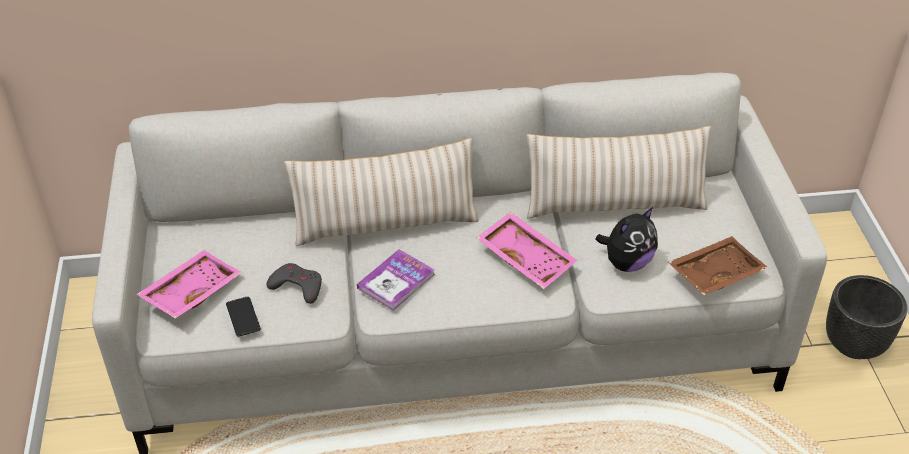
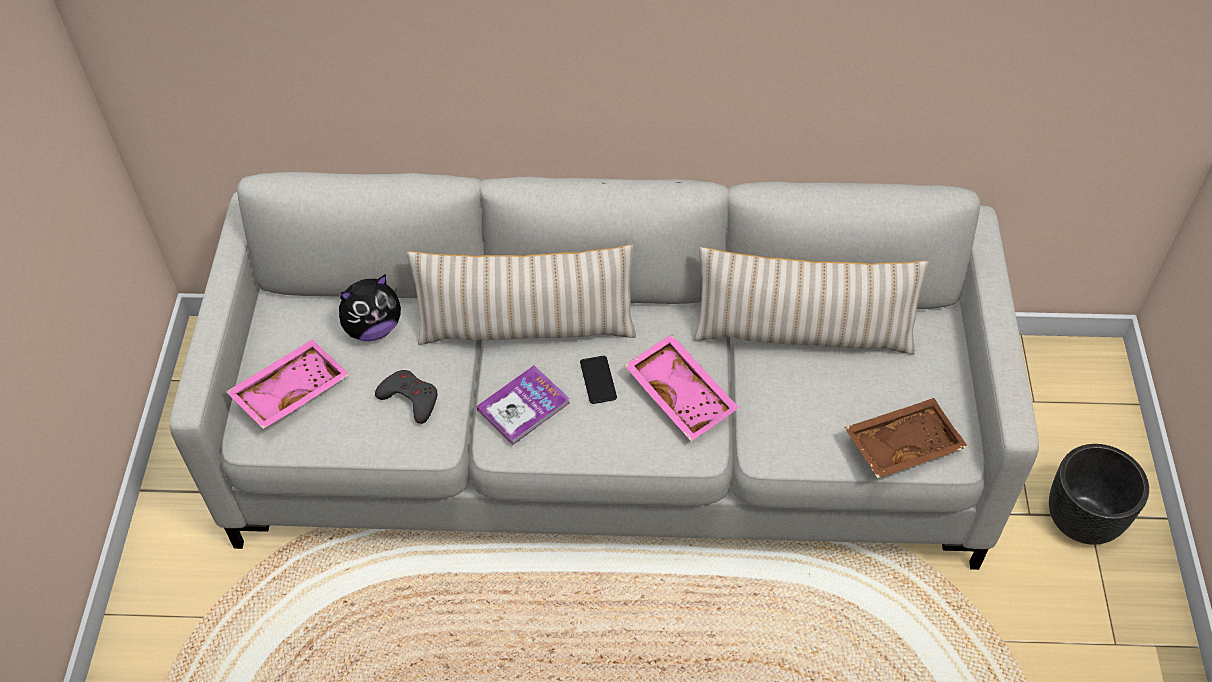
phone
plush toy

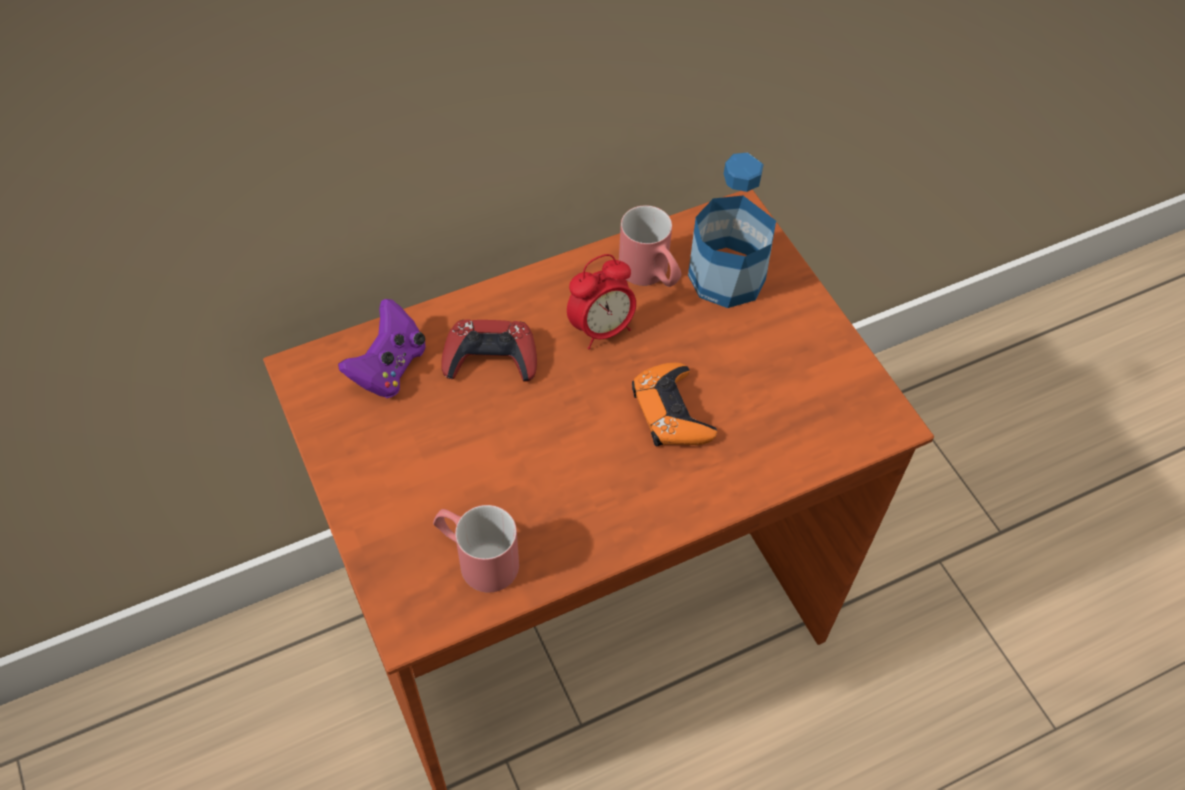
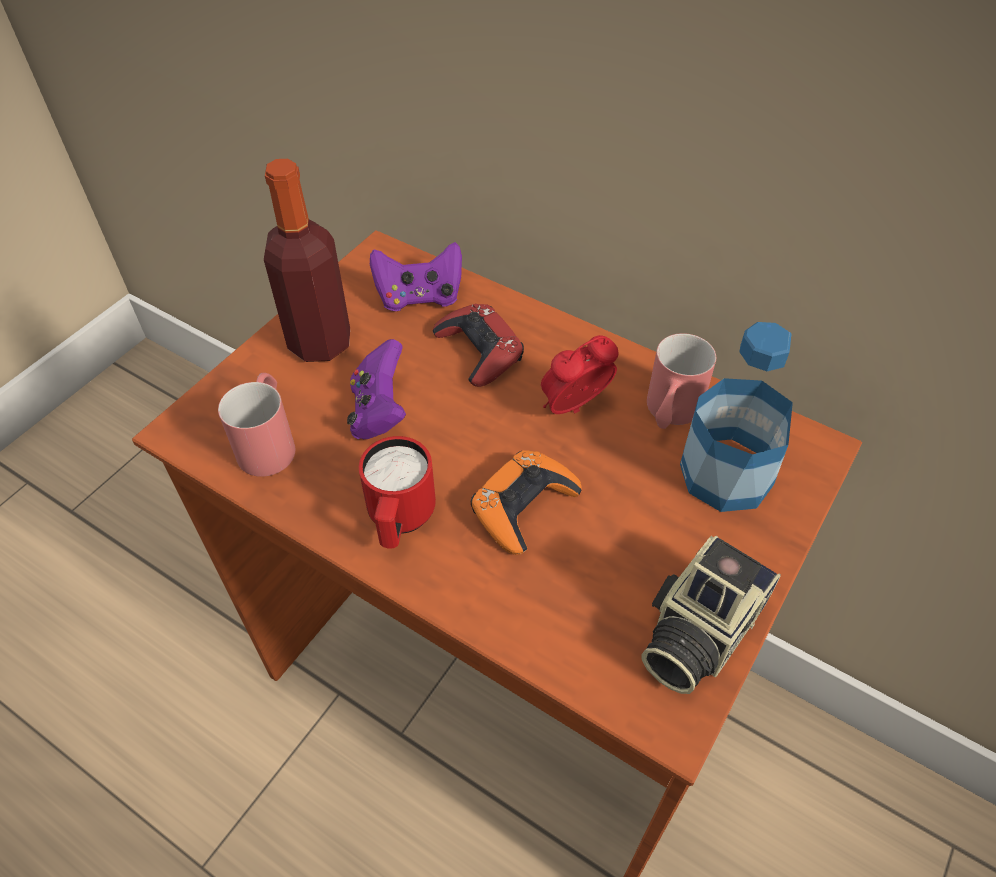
alarm clock
bottle (1st from left)
purple game controller (1st from left)
red mug (2nd from left)
photo camera

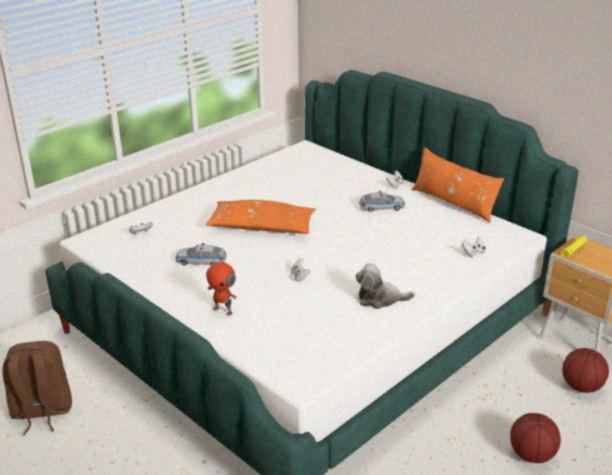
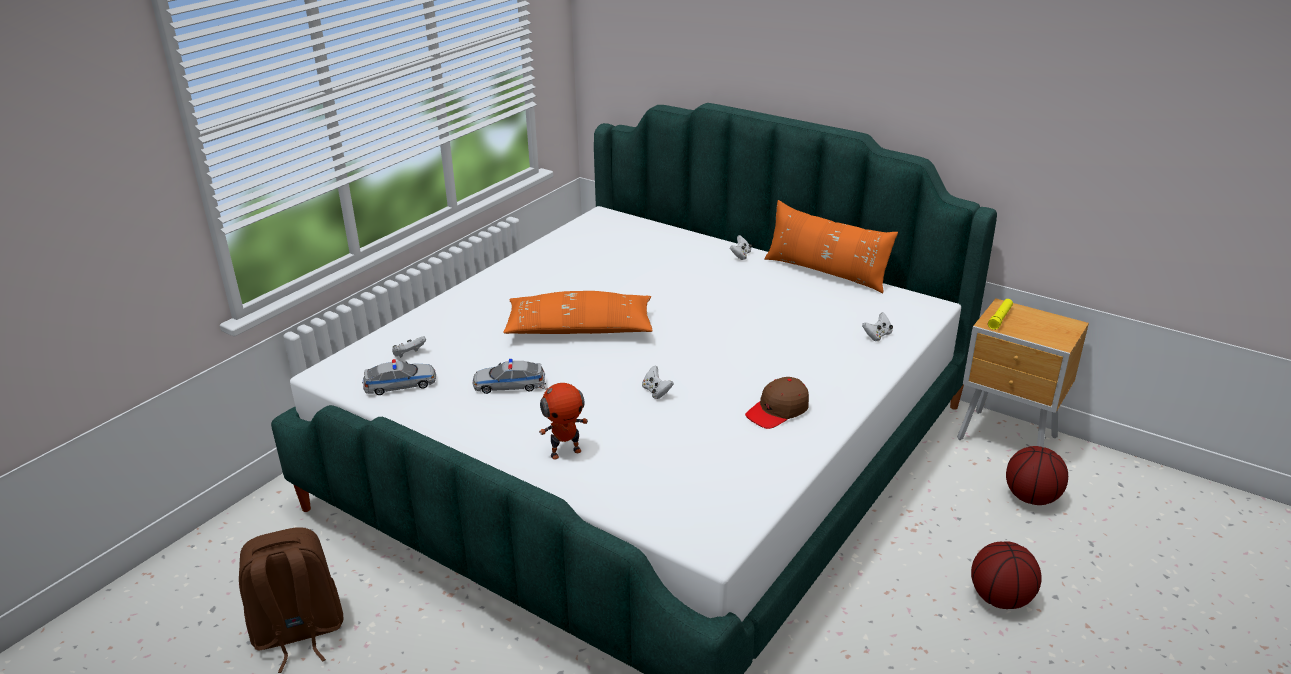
toy robot
brown cap
toy car (1st from left)

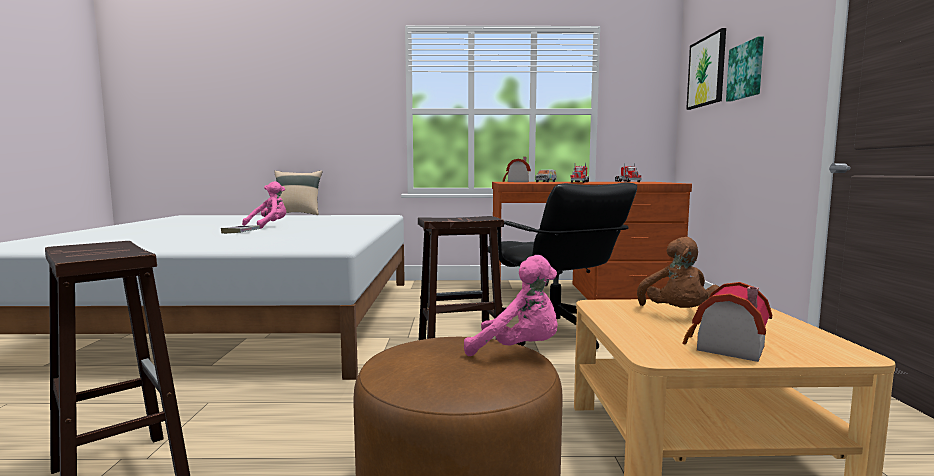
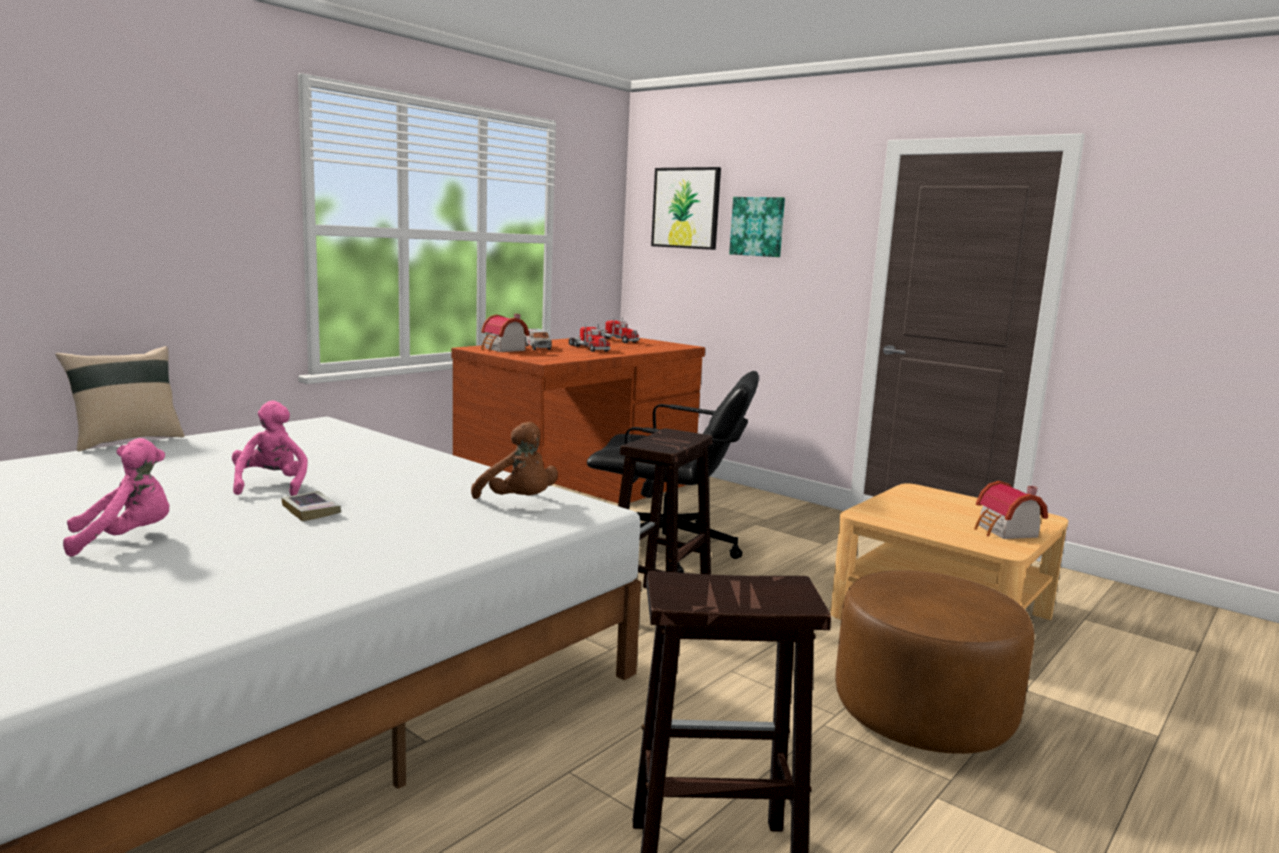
pink plush toy (1st from left)
brown plush toy

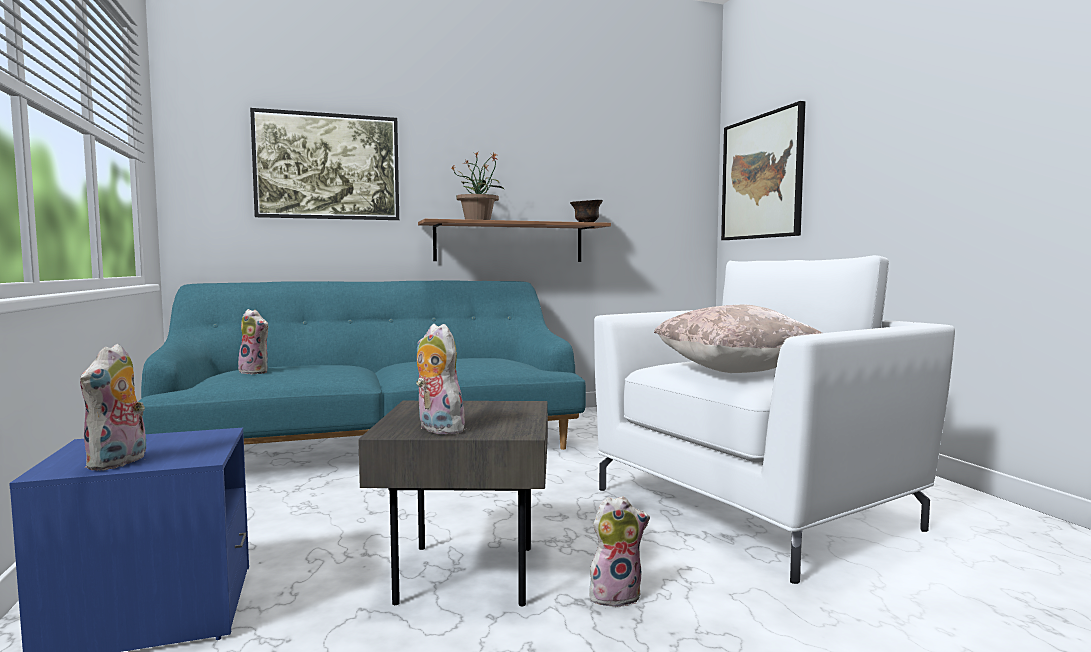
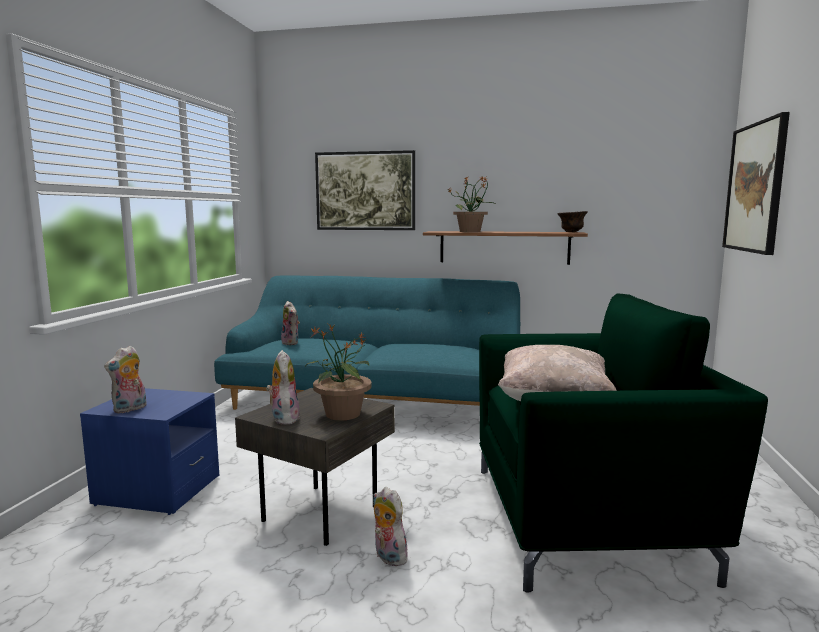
plush toy (4th from left)
green armchair
potted plant (1st from left)

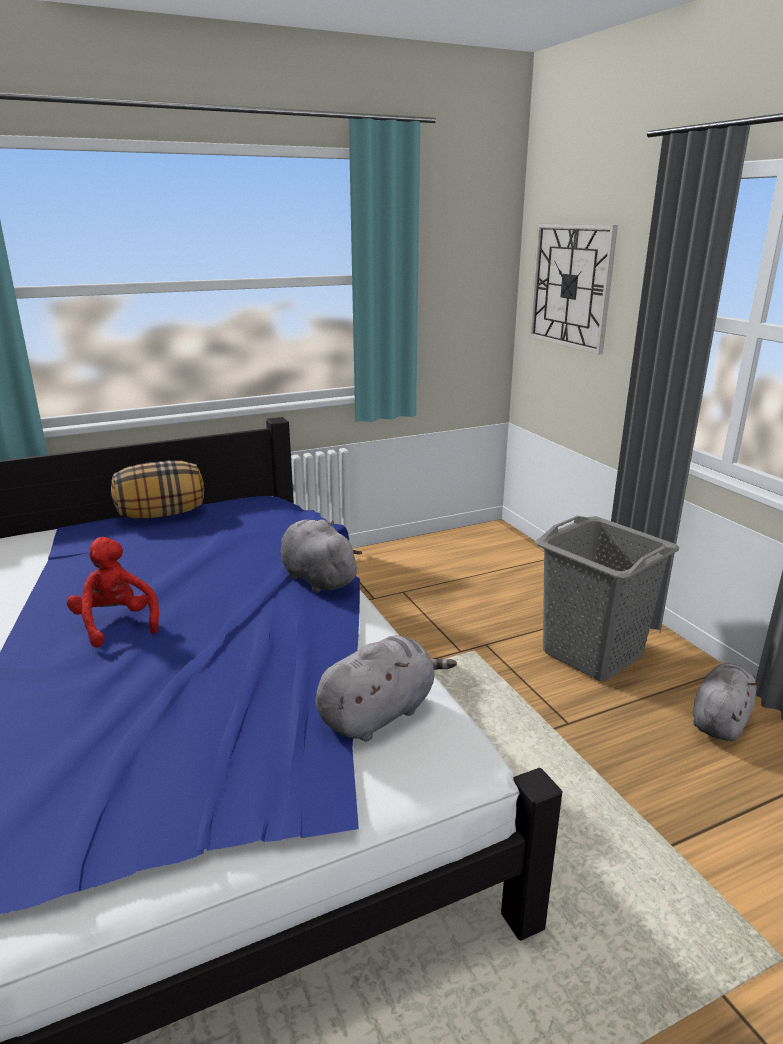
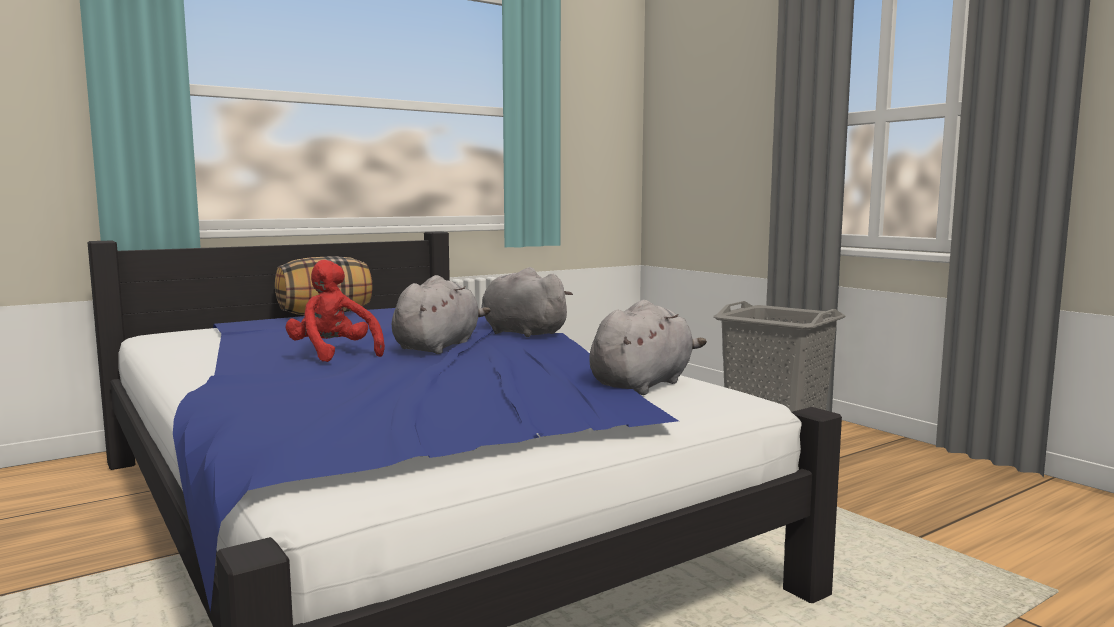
wall clock
grey plush toy (1st from left)

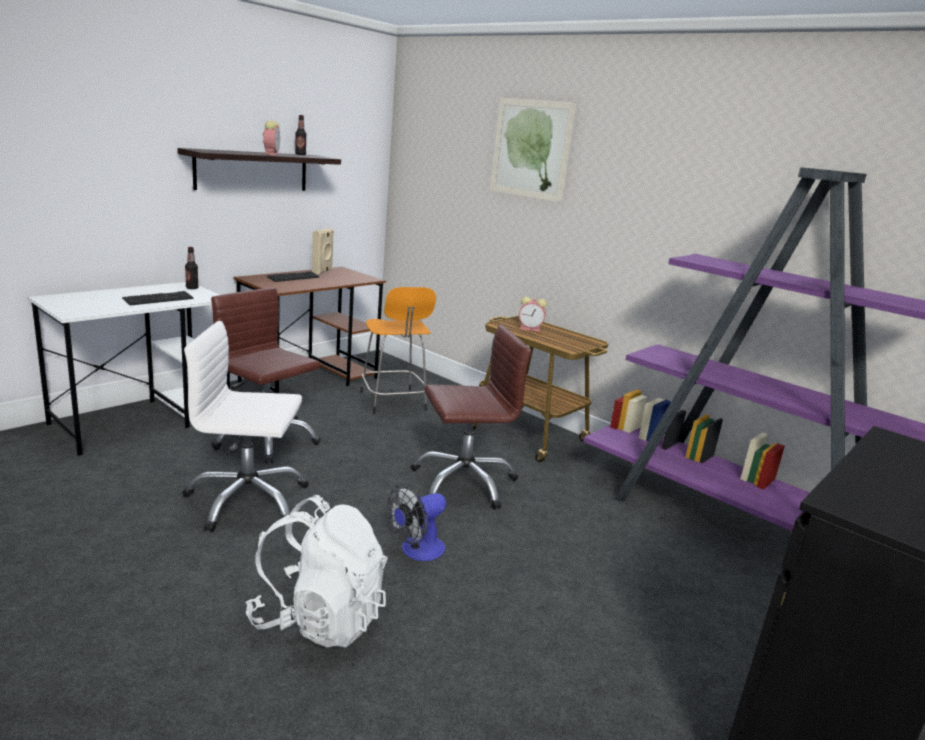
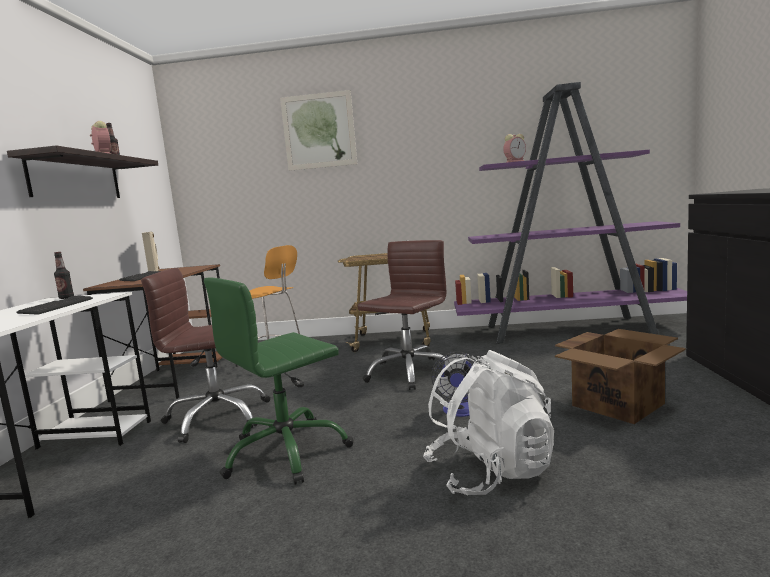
green office chair
alarm clock (2nd from left)
cardboard box

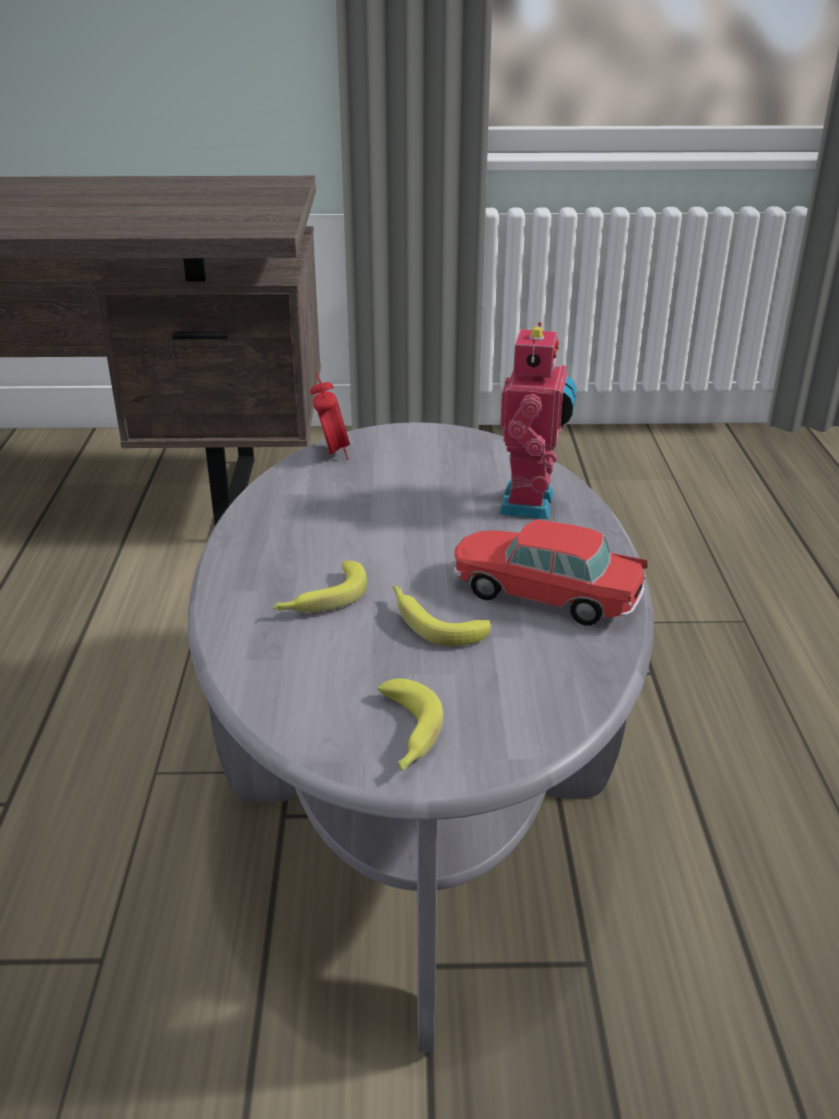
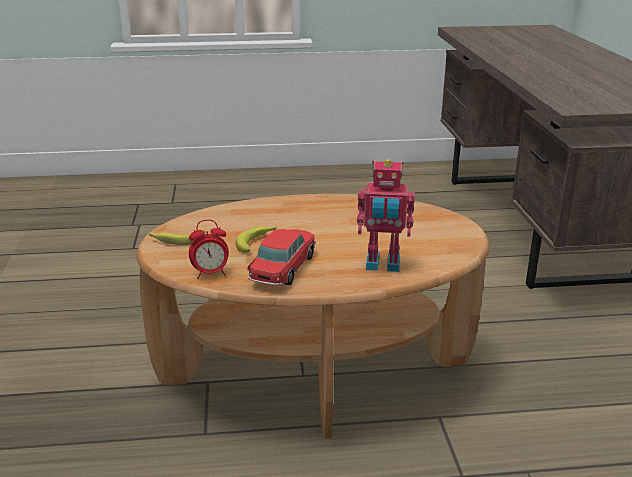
brown coffee table
banana (1st from left in the first image)
alarm clock

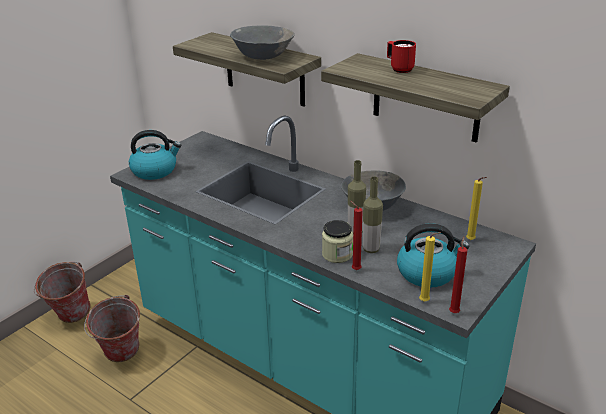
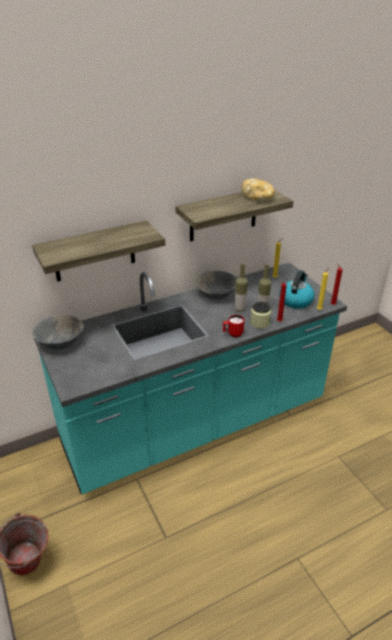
bucket (2nd from left in the first image)
kettle (1st from left in the first image)
grey bowl (1st from left)
red mug
bread

